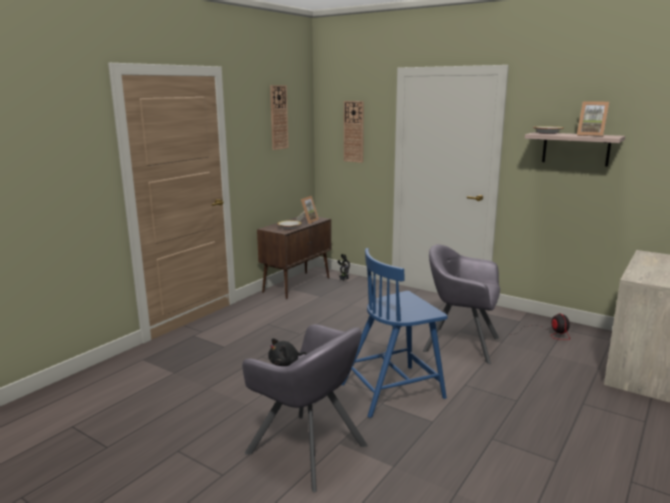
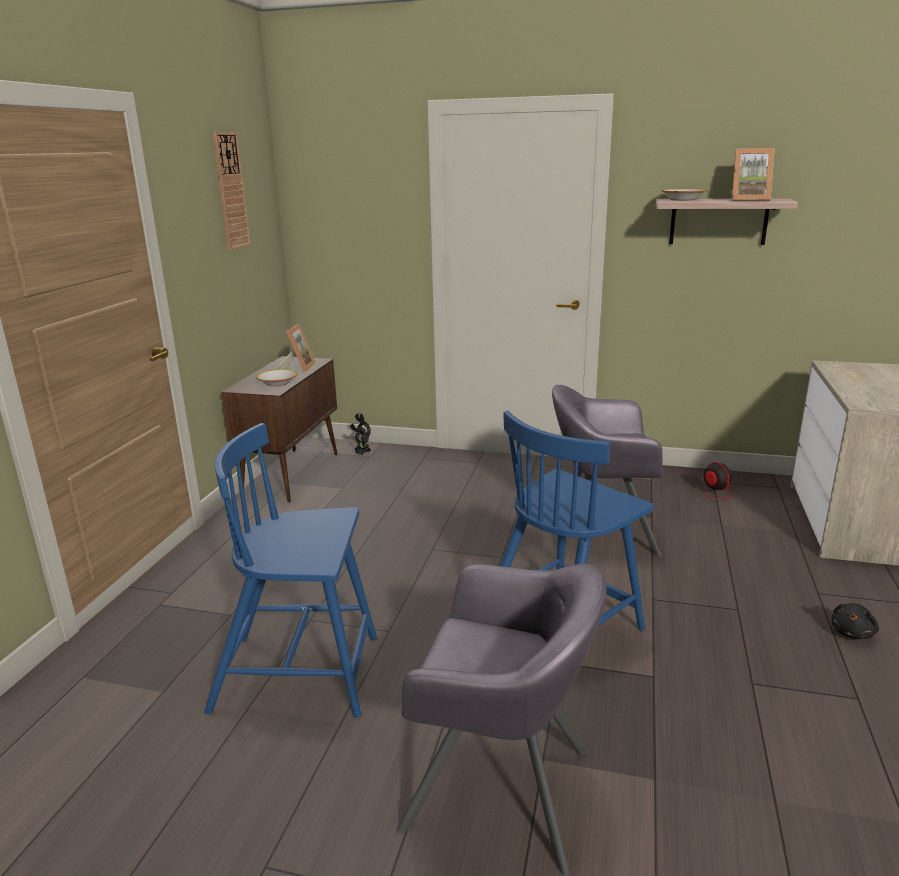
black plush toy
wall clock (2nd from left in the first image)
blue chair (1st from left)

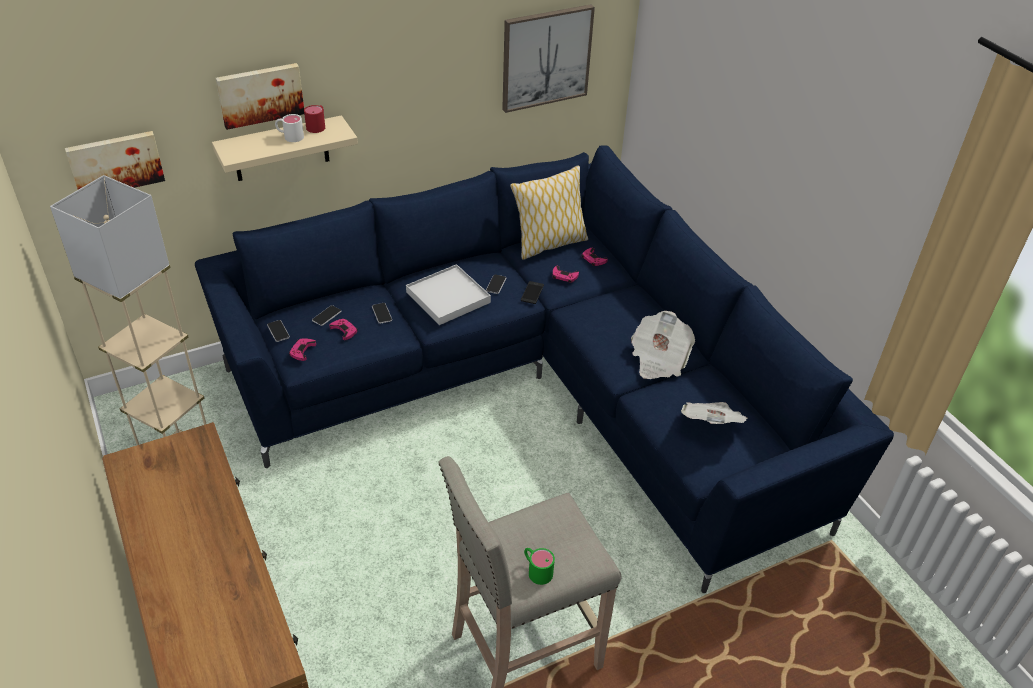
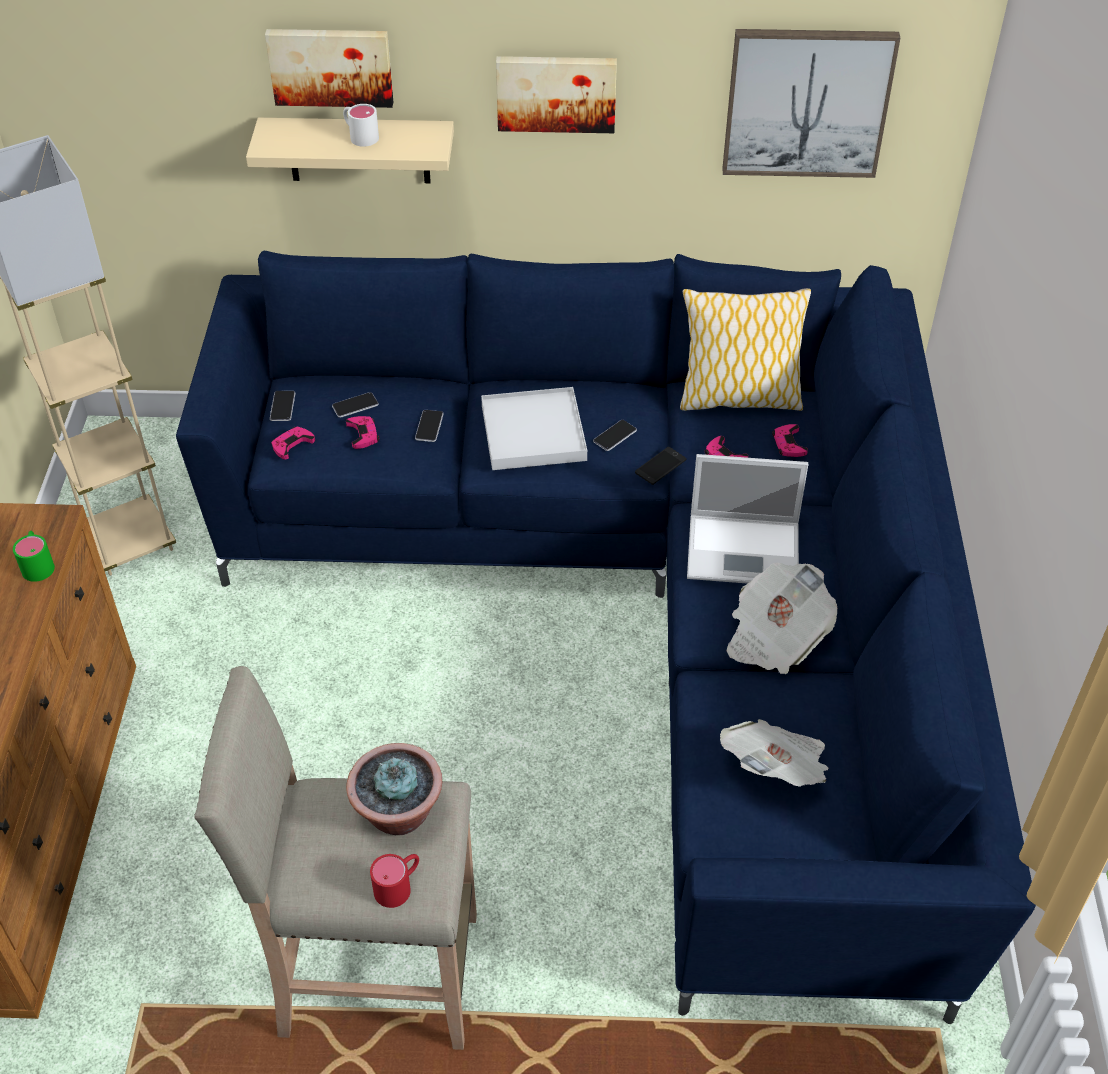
picture (2nd from left)
red mug
green mug
potted plant
laptop

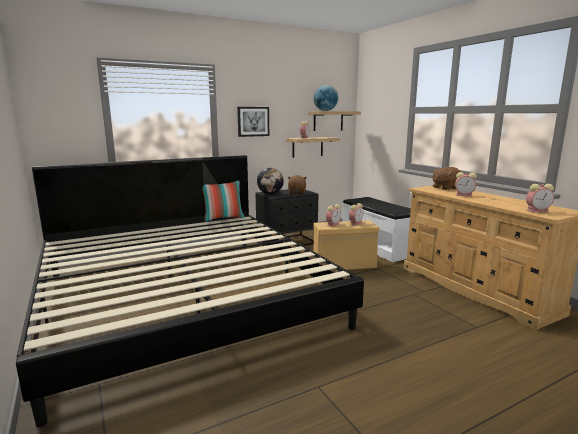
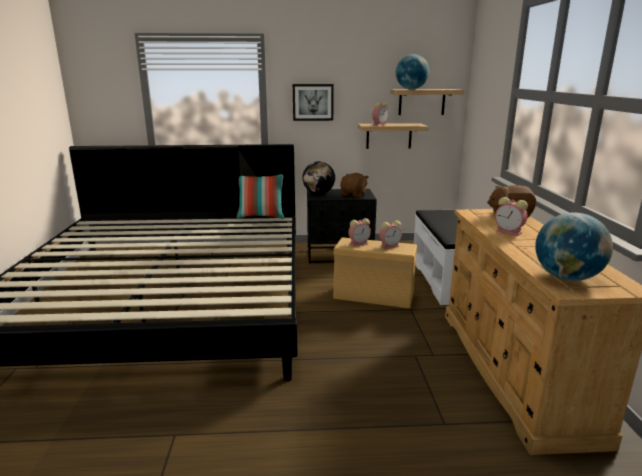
globe (3rd from left)

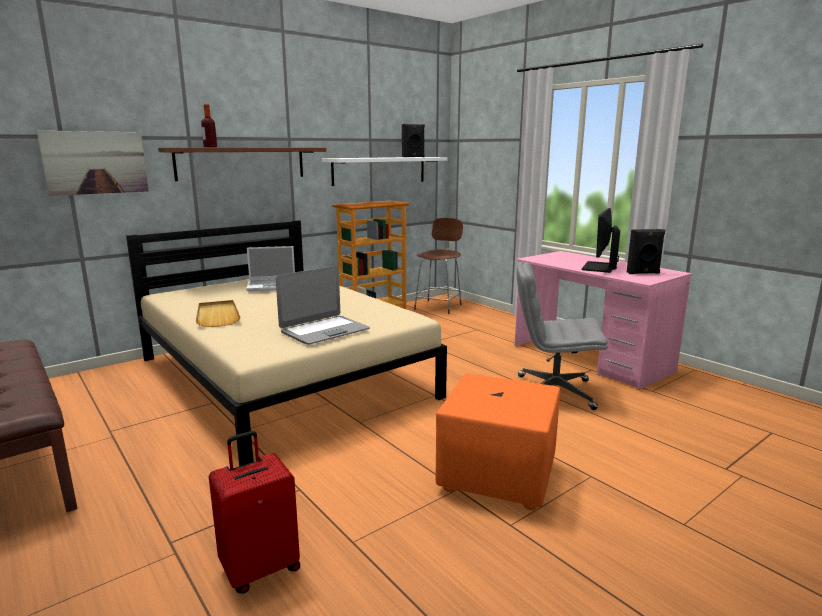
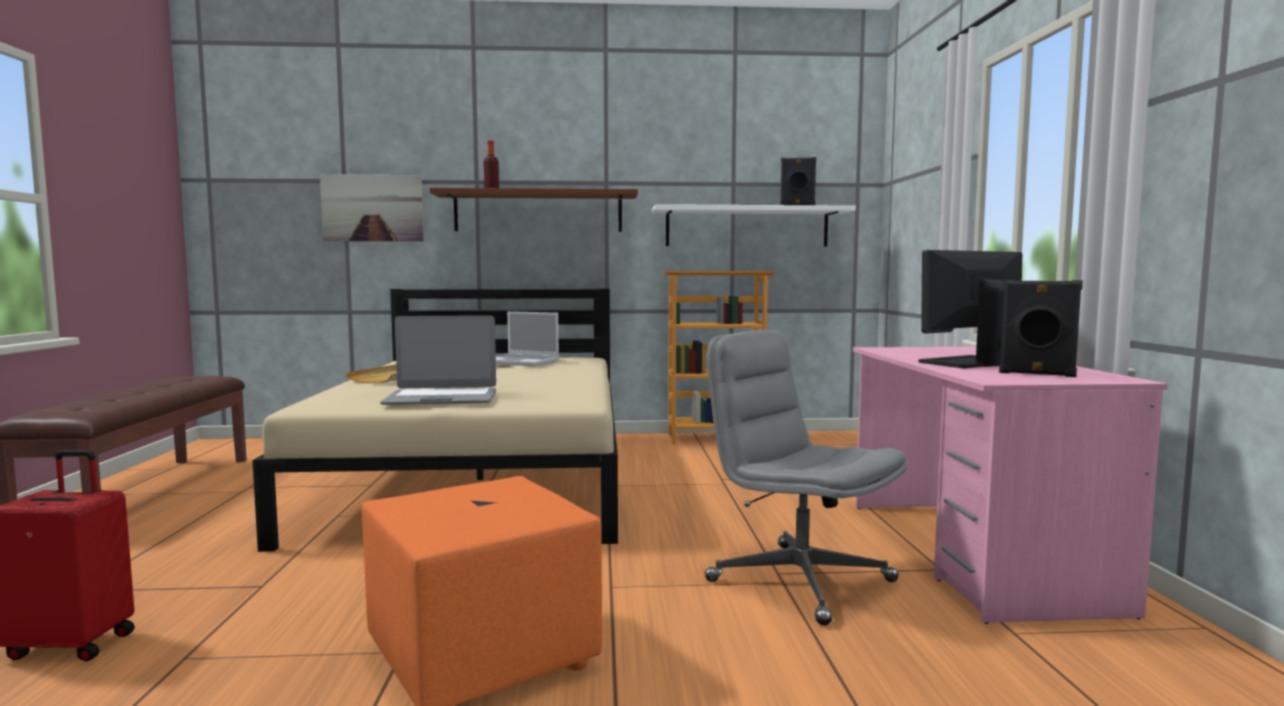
brown chair

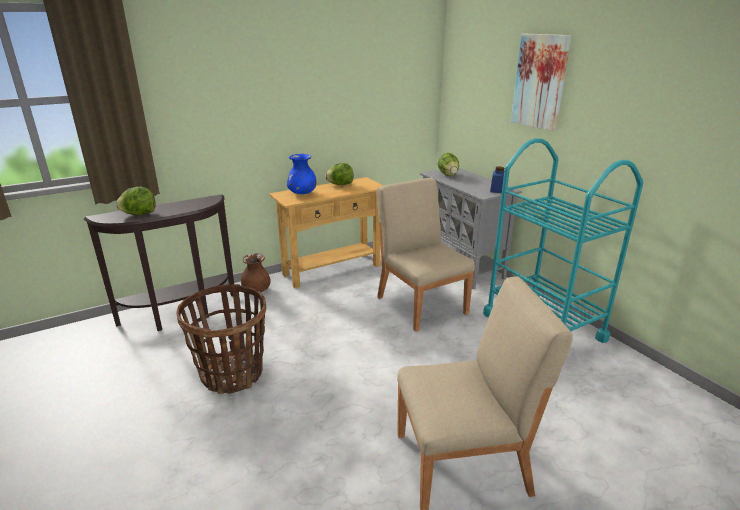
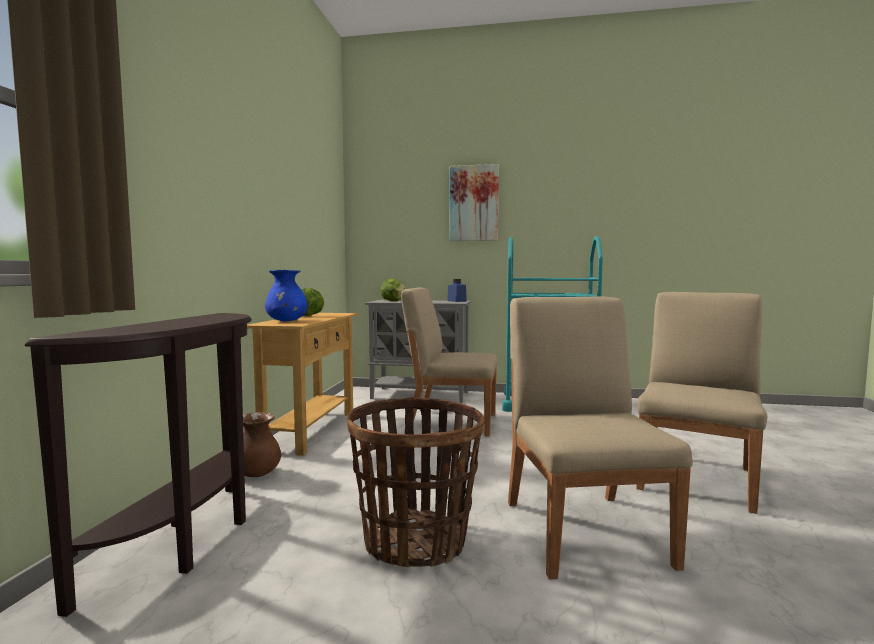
lettuce (1st from left in the first image)
beige chair (2nd from left)

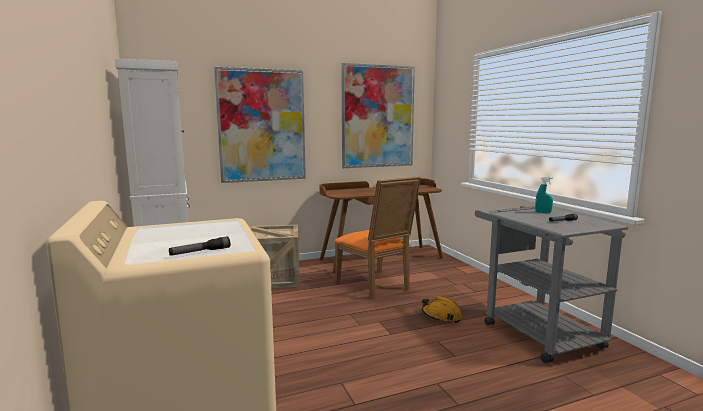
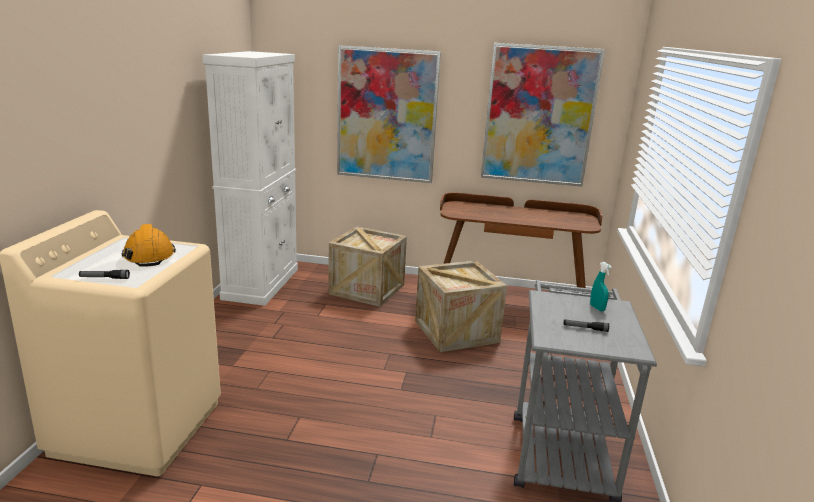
crate (2nd from left)
orange hard hat

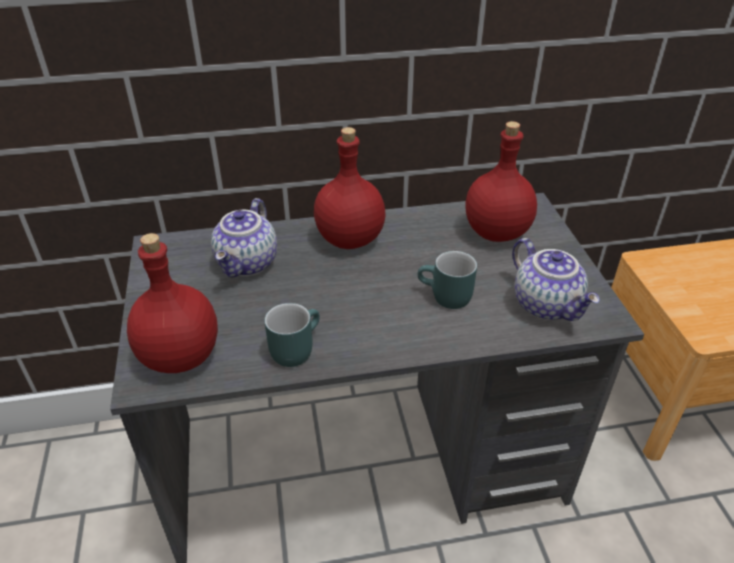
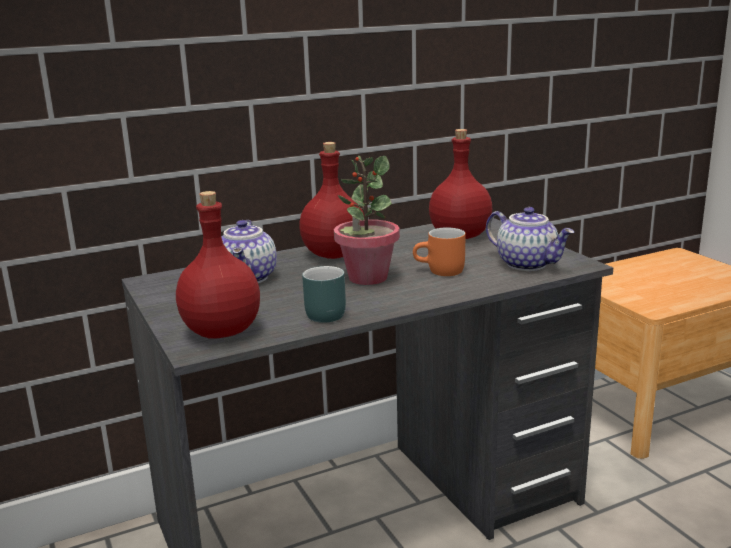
orange mug
potted plant

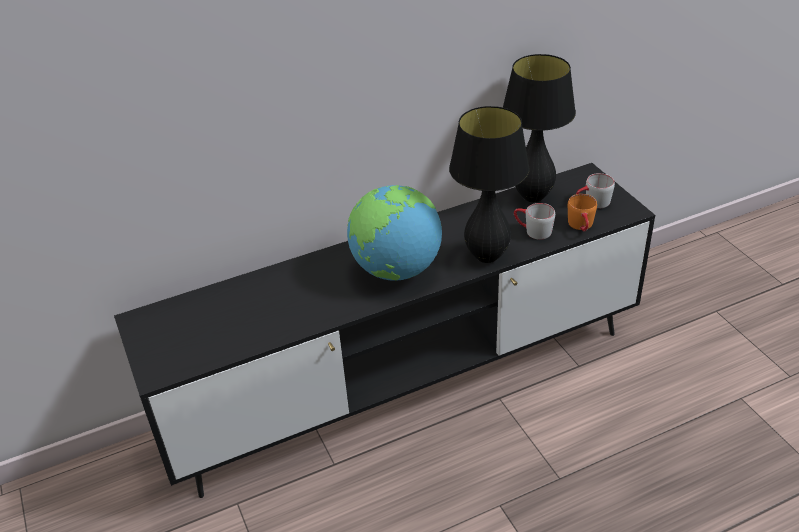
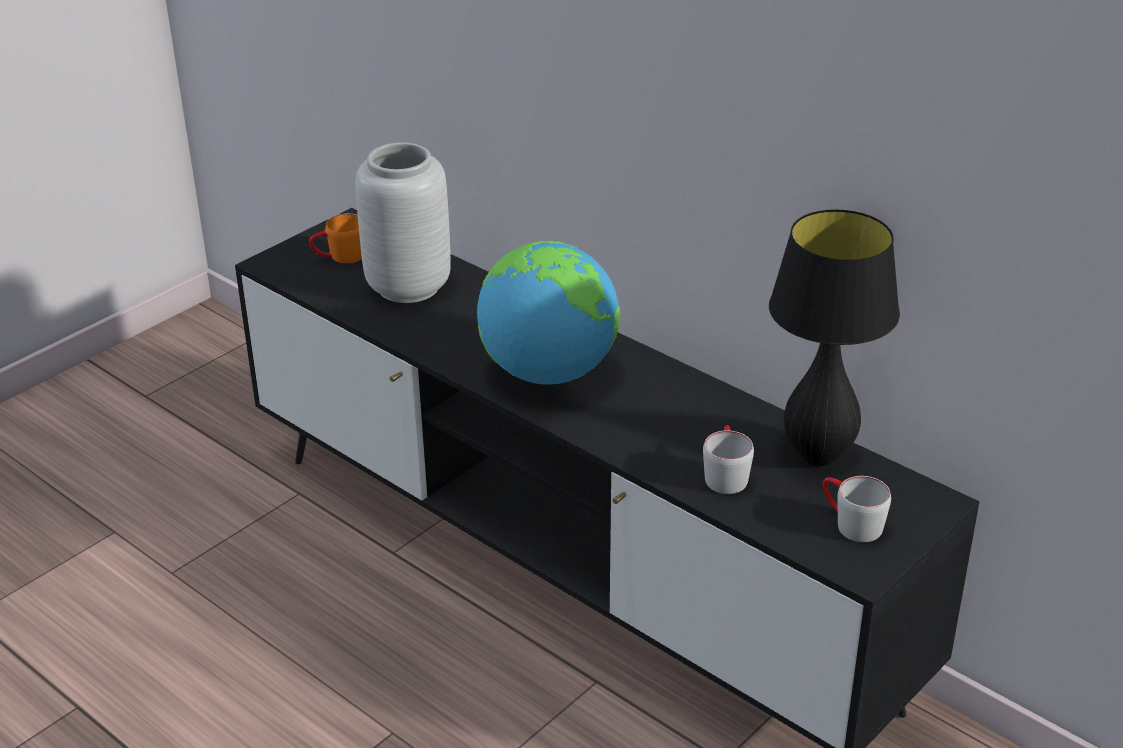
black table lamp (1st from left in the first image)
orange mug
grey vase

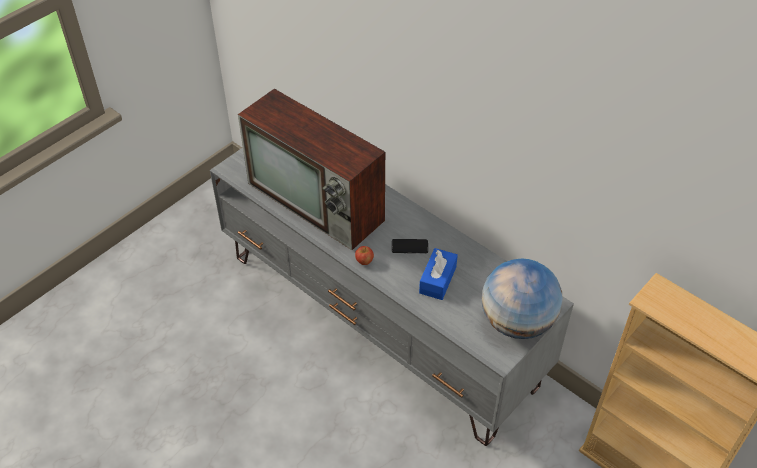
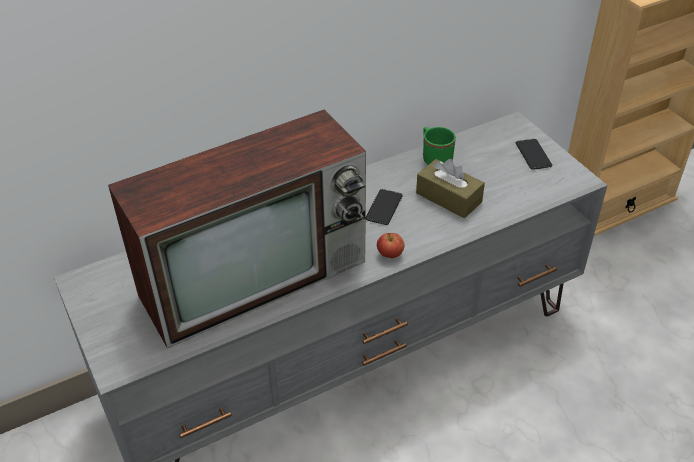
brown tissue box
phone (2nd from left)
green mug

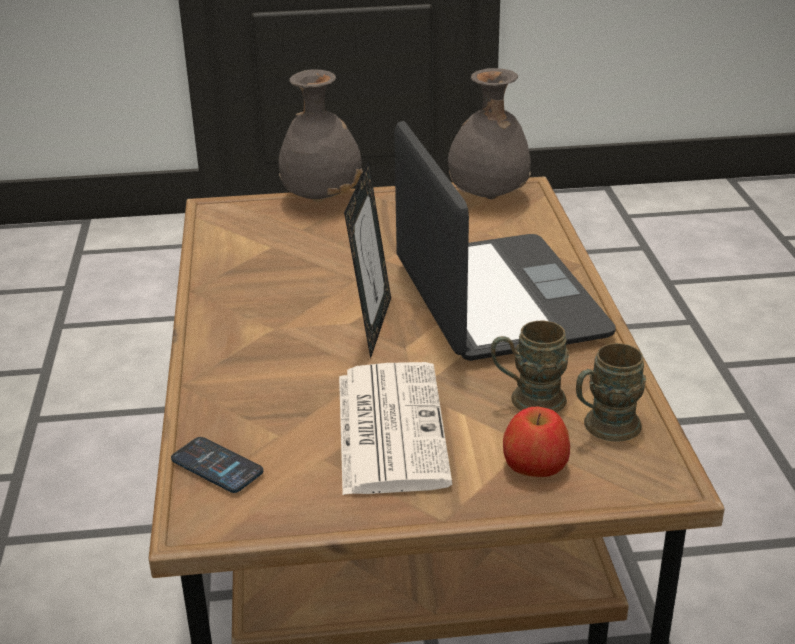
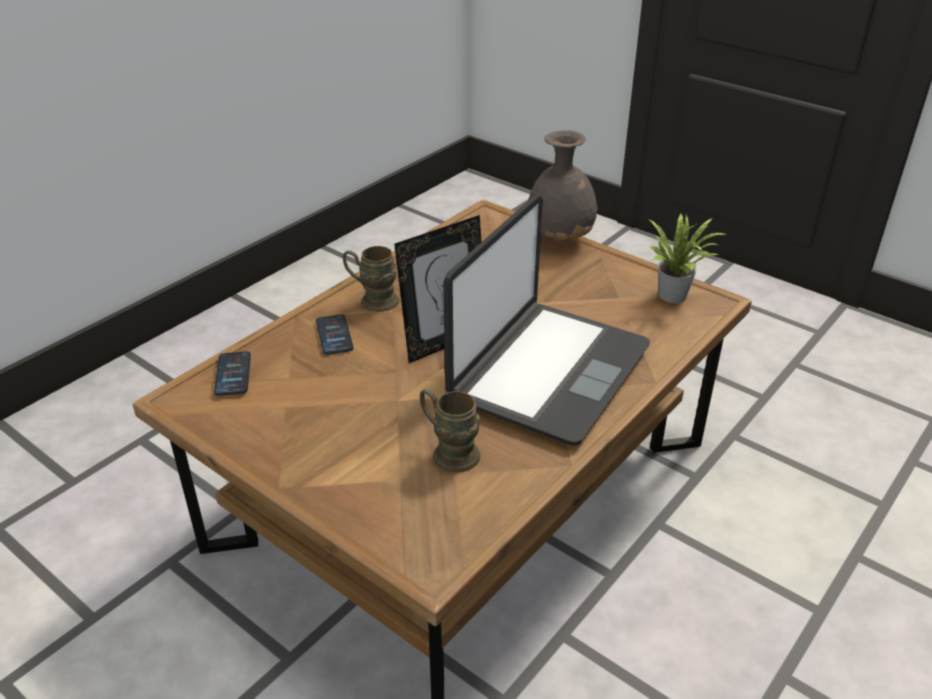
newspaper
potted plant
apple
brown mug (1st from left)
phone (2nd from left)

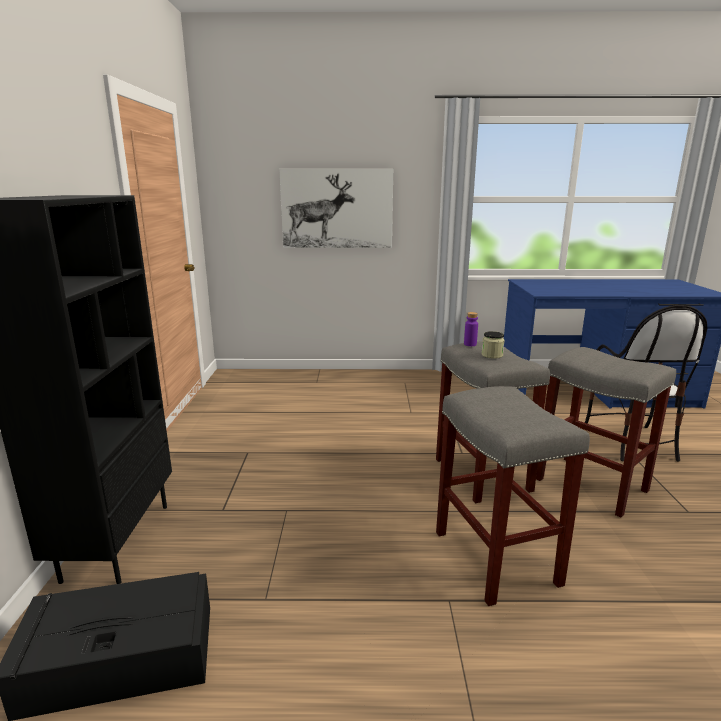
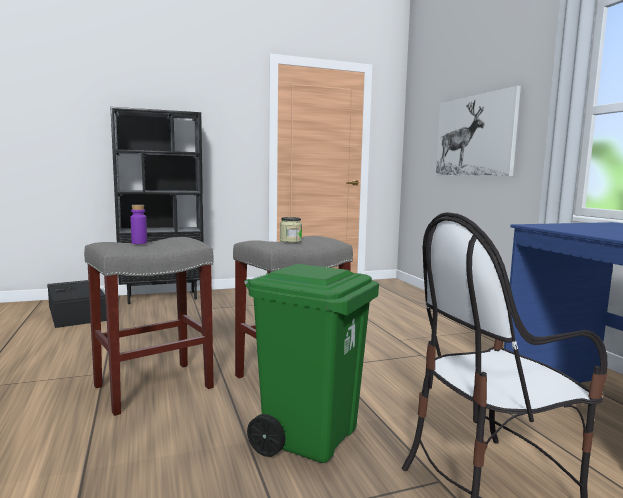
purple bottle
green trash can

